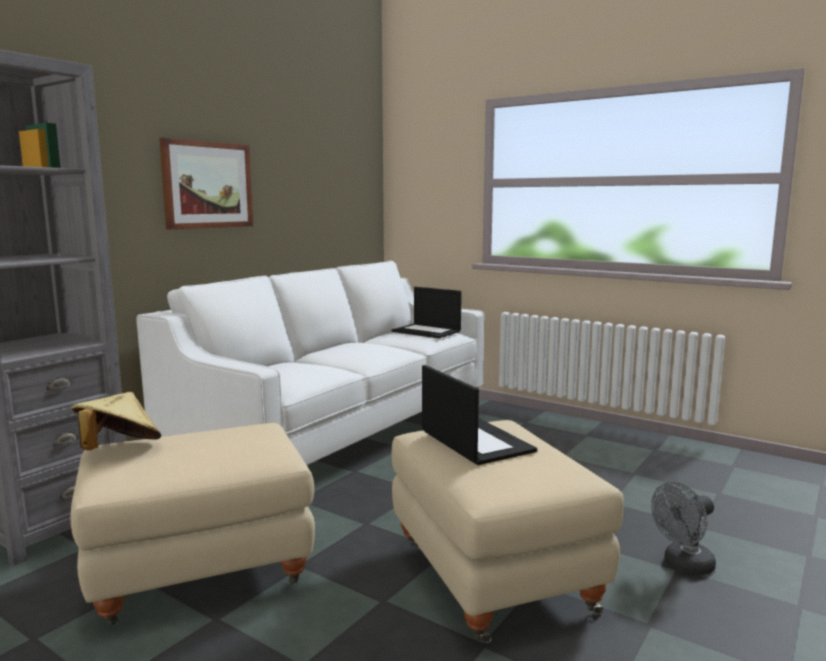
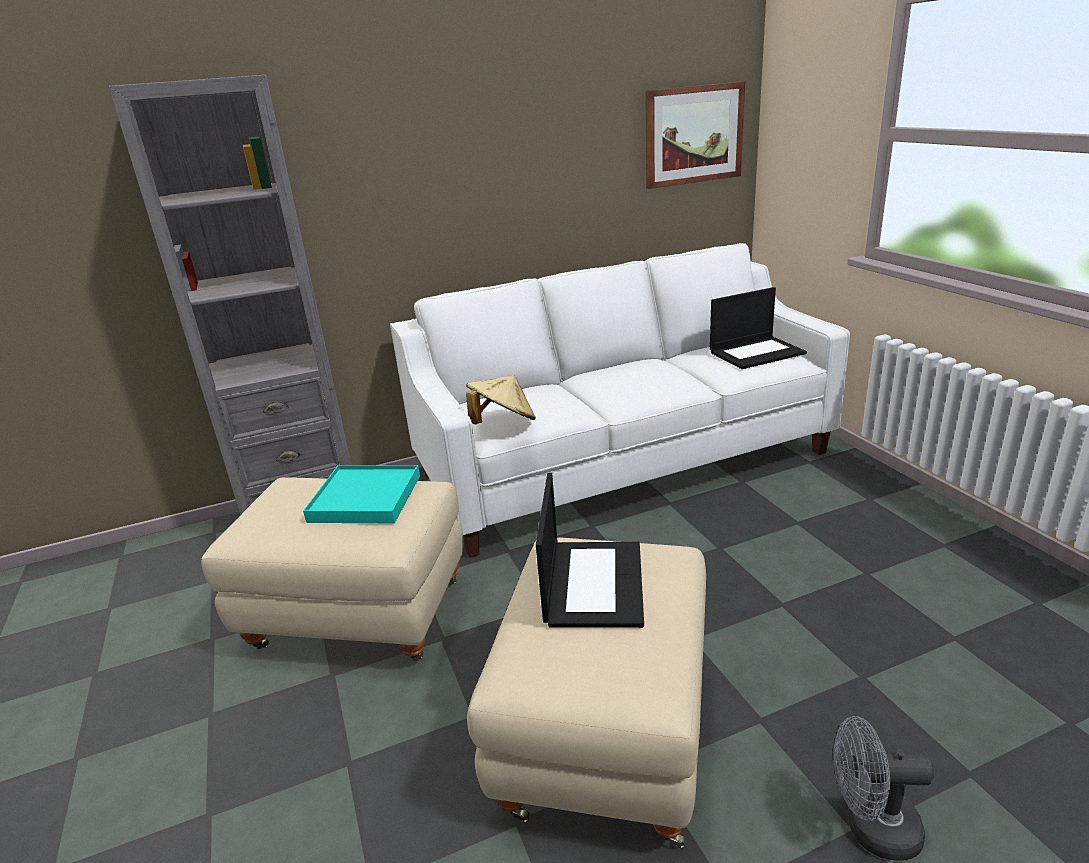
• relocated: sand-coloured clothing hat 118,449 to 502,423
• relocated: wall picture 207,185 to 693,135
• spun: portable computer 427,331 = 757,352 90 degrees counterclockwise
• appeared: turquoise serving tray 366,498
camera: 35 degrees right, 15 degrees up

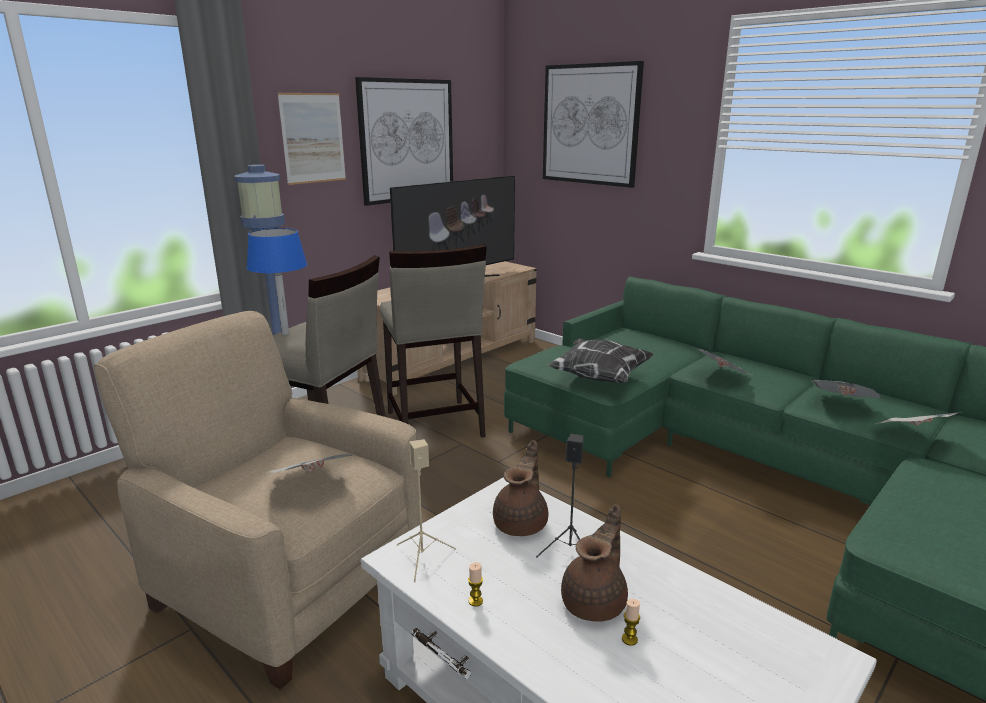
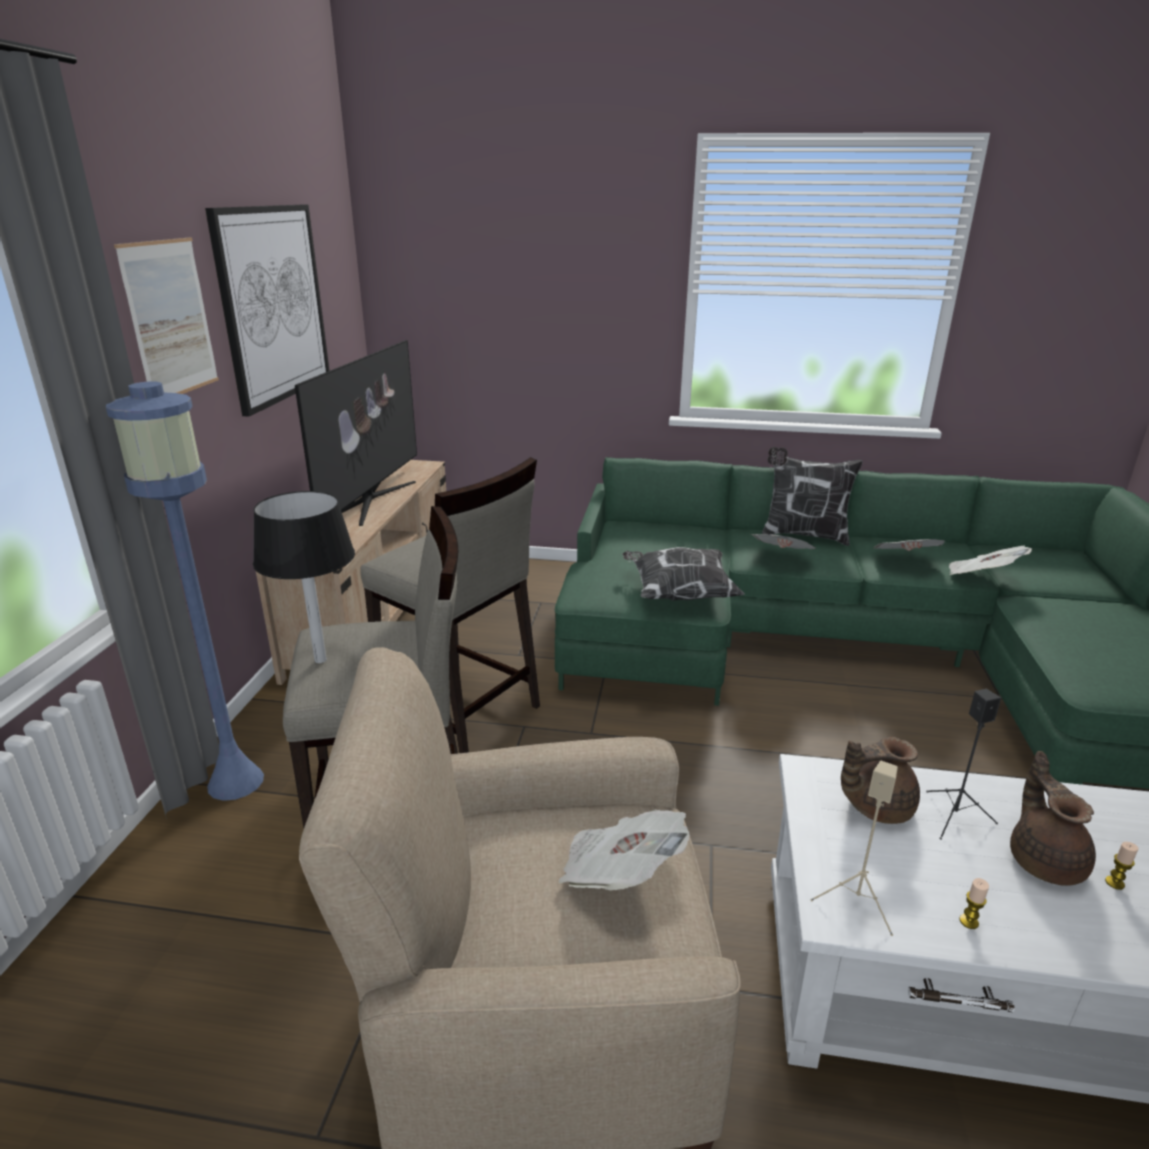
• colour: bluish tabletop lamp 285,333 to blackish tabletop lamp 321,660
• spun: brown-coloured tea pot 522,523 = 875,806 90 degrees counterclockwise
• missing: wall picture 590,125
• appeared: pillow 803,535
camera: 35 degrees left, 5 degrees up

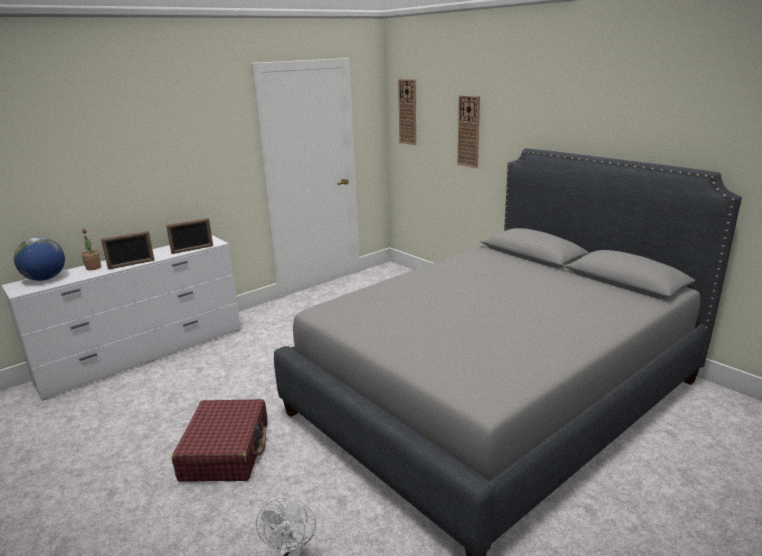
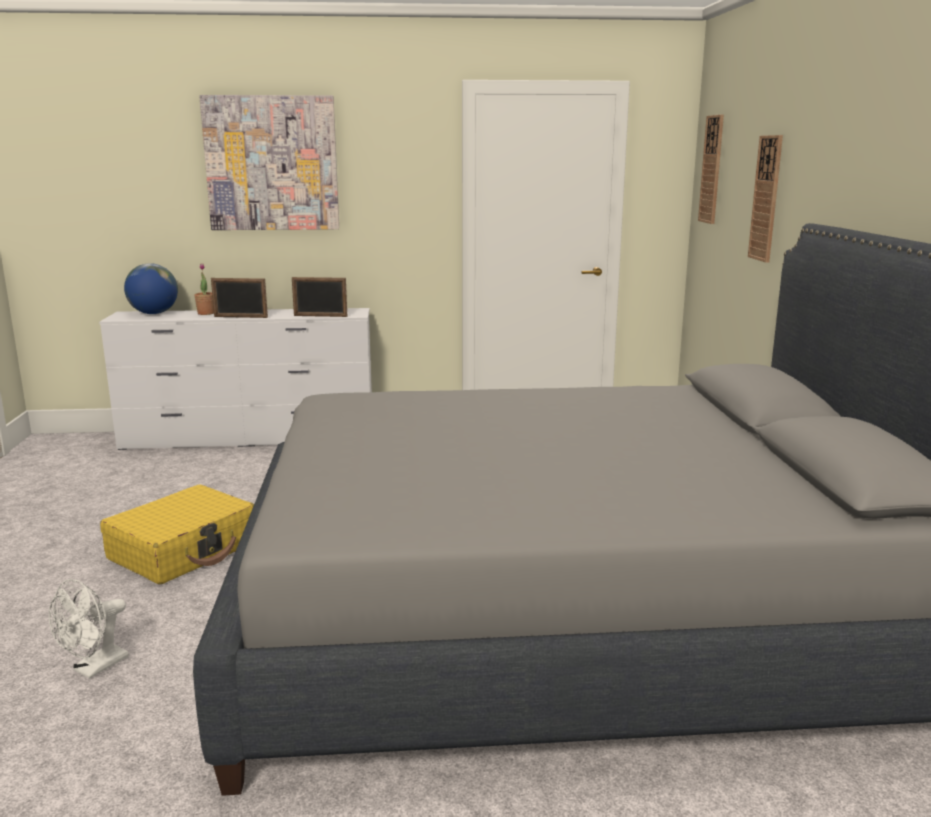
• colour: reddish piece of luggage 226,451 to yellowish piece of luggage 184,550
• appeared: wall picture 272,163
camera: 35 degrees right, 5 degrees down

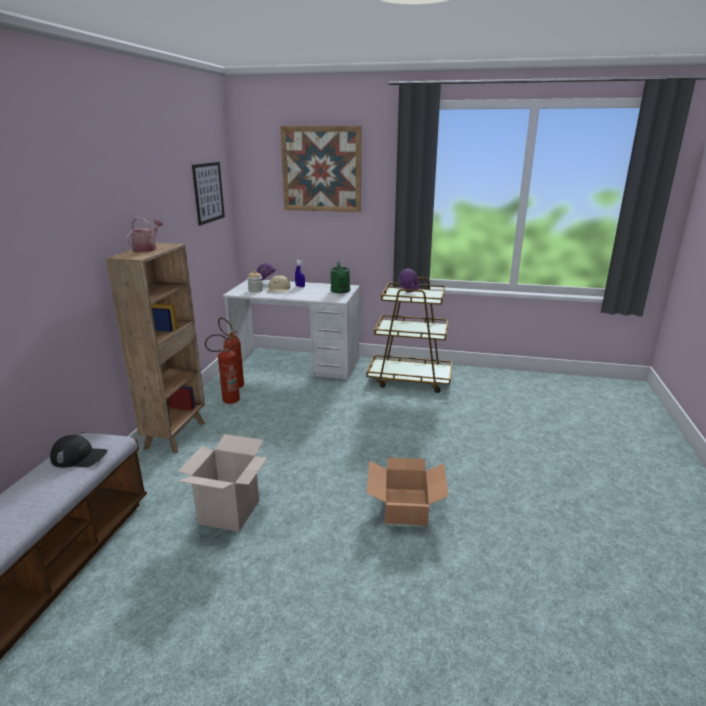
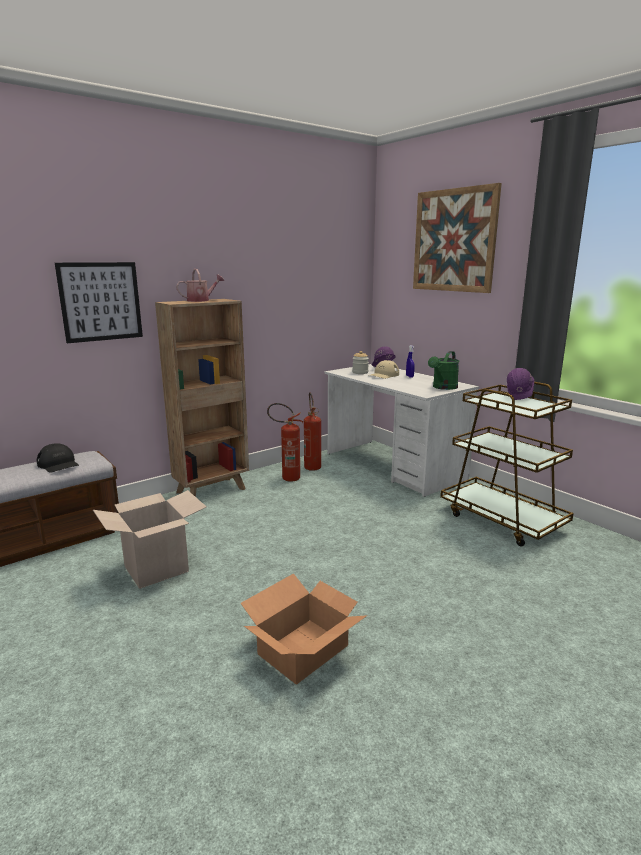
• relocated: wall picture 208,192 to 101,301
camera: 40 degrees right, 5 degrees down

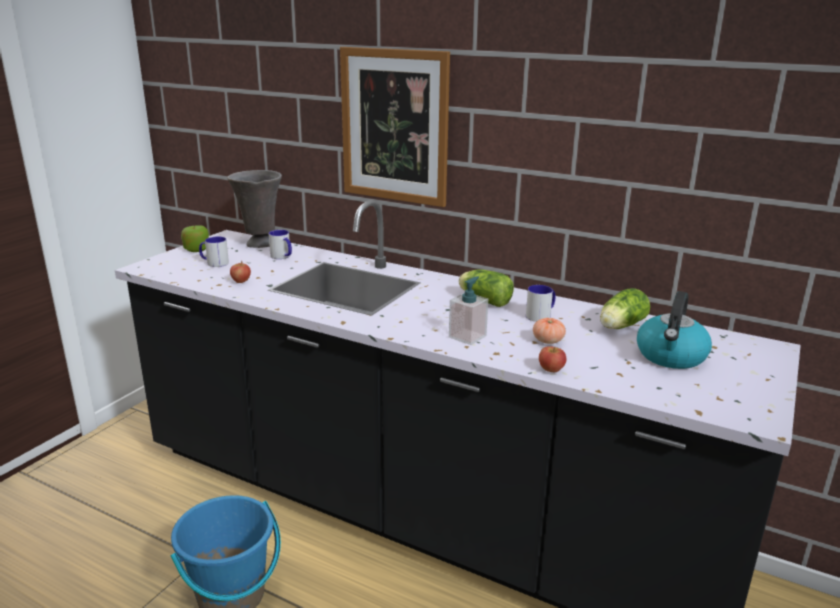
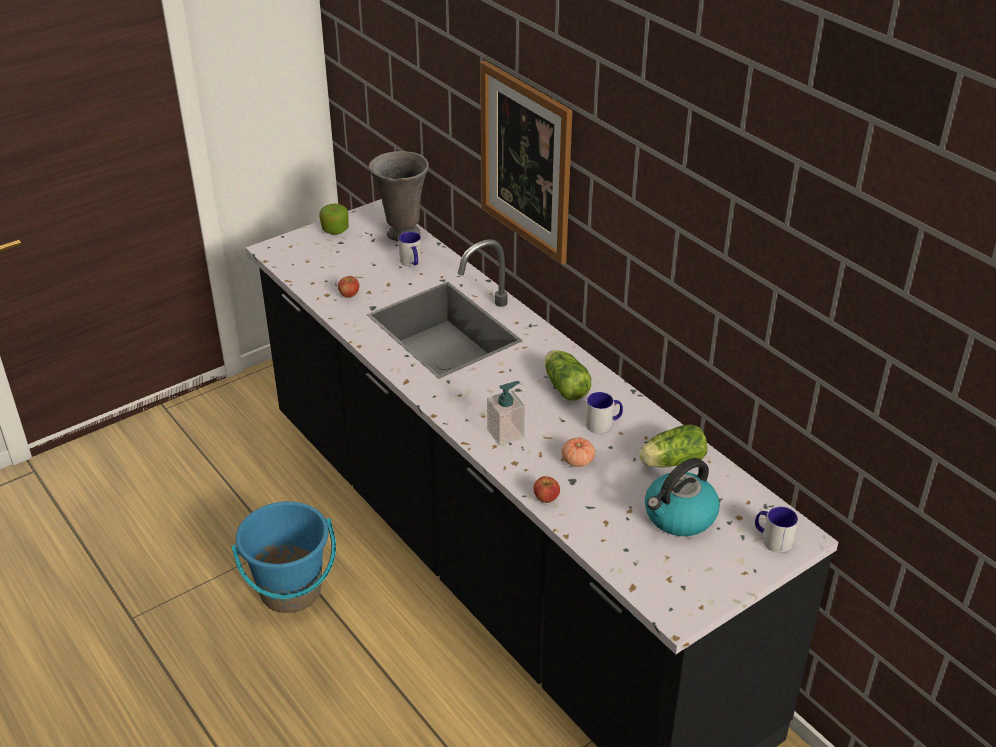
• relocated: tea mug 214,263 to 772,539
camera: 25 degrees right, 15 degrees up

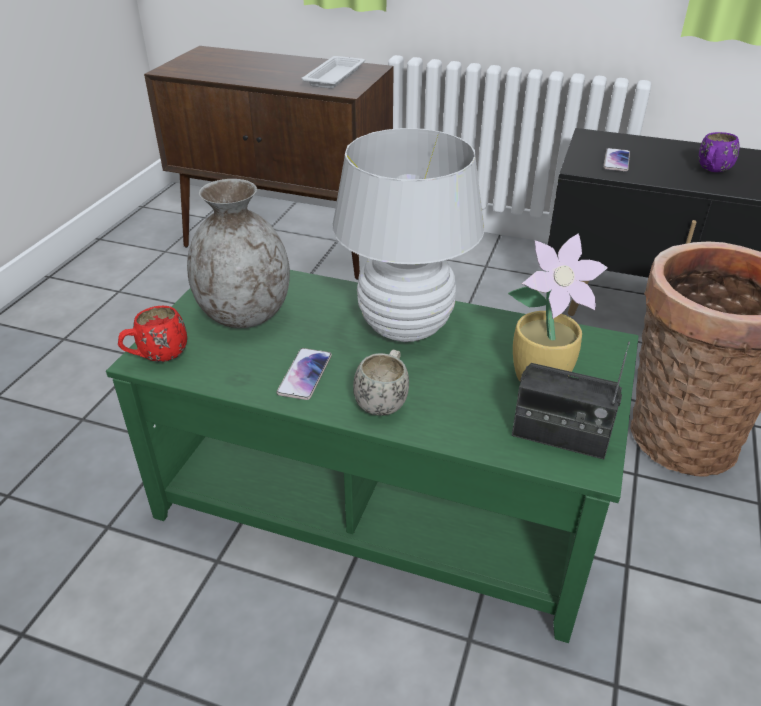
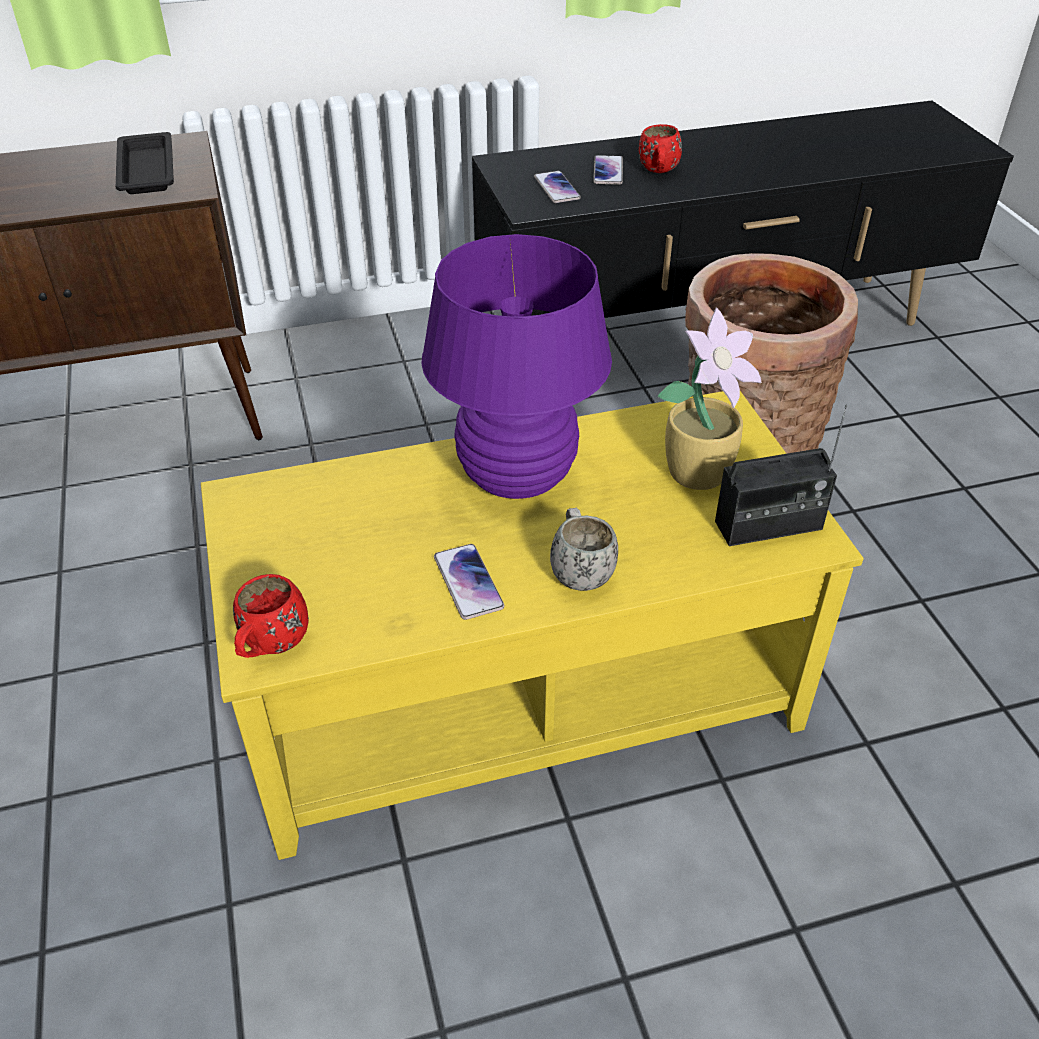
• colour: green-coloured lounge table 382,495 to yellowish lounge table 519,685
• missing: gray flower vase 244,314
• colour: white serving tray 335,76 to blackish serving tray 147,169
• colour: white tabletop lamp 405,327 to purplish tabletop lamp 517,478
• colour: purplish tea mug 711,171 to reddish tea mug 658,172
• appeared: phone 608,171
camera: 35 degrees left, 5 degrees up

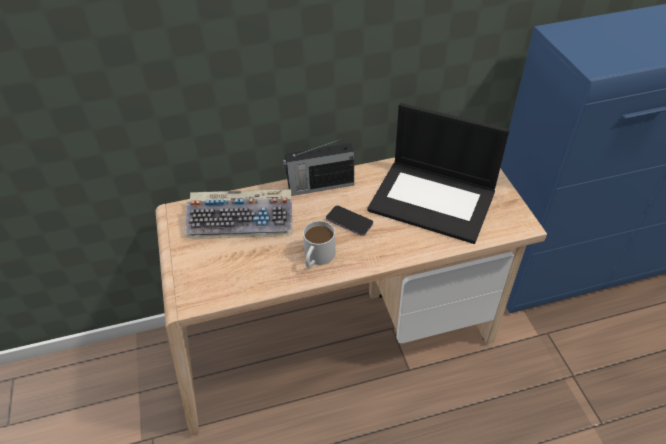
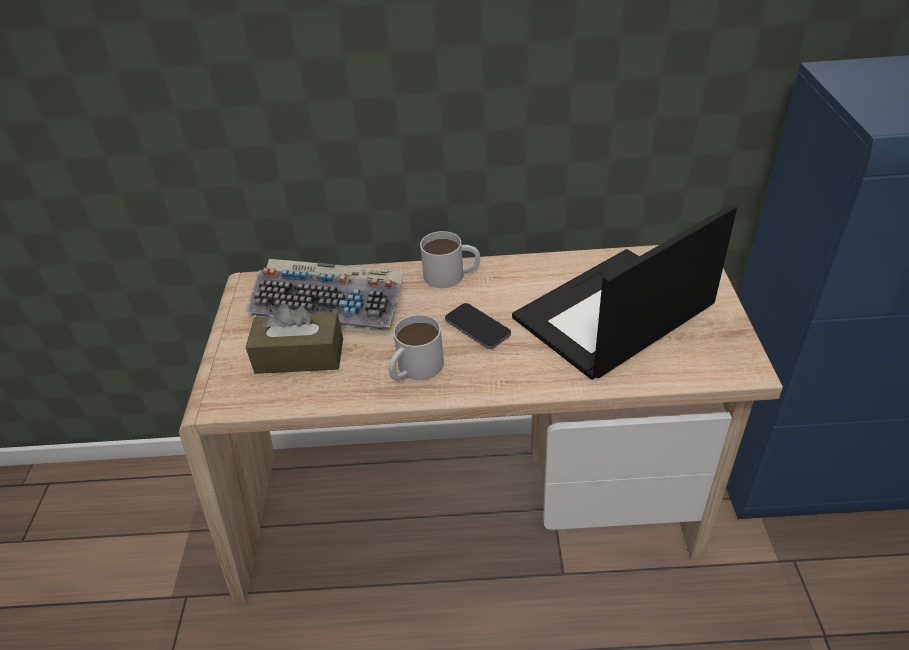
• exchanged: radio 319,186 to white tea mug 452,275
• spun: portable computer 434,200 = 613,315 105 degrees clockwise
• appeared: brown-coloured tissue box 299,356
camera: 15 degrees right, 5 degrees down

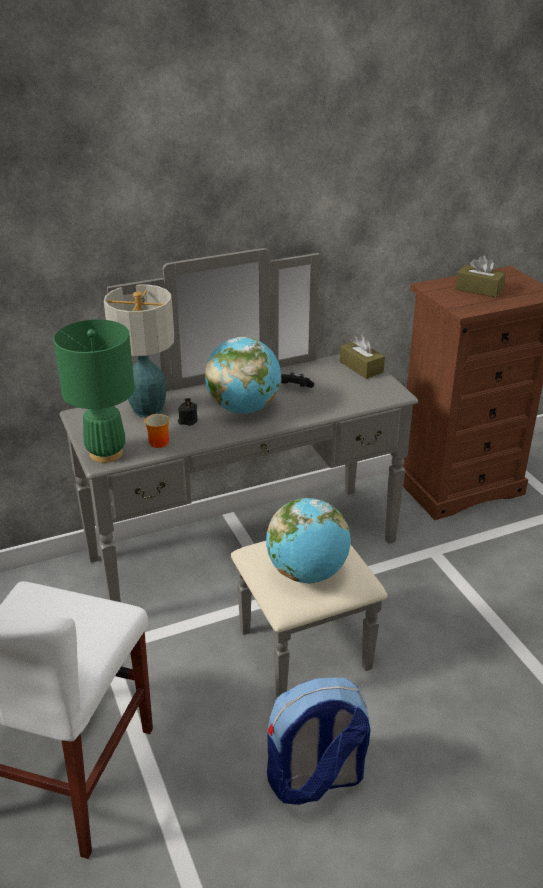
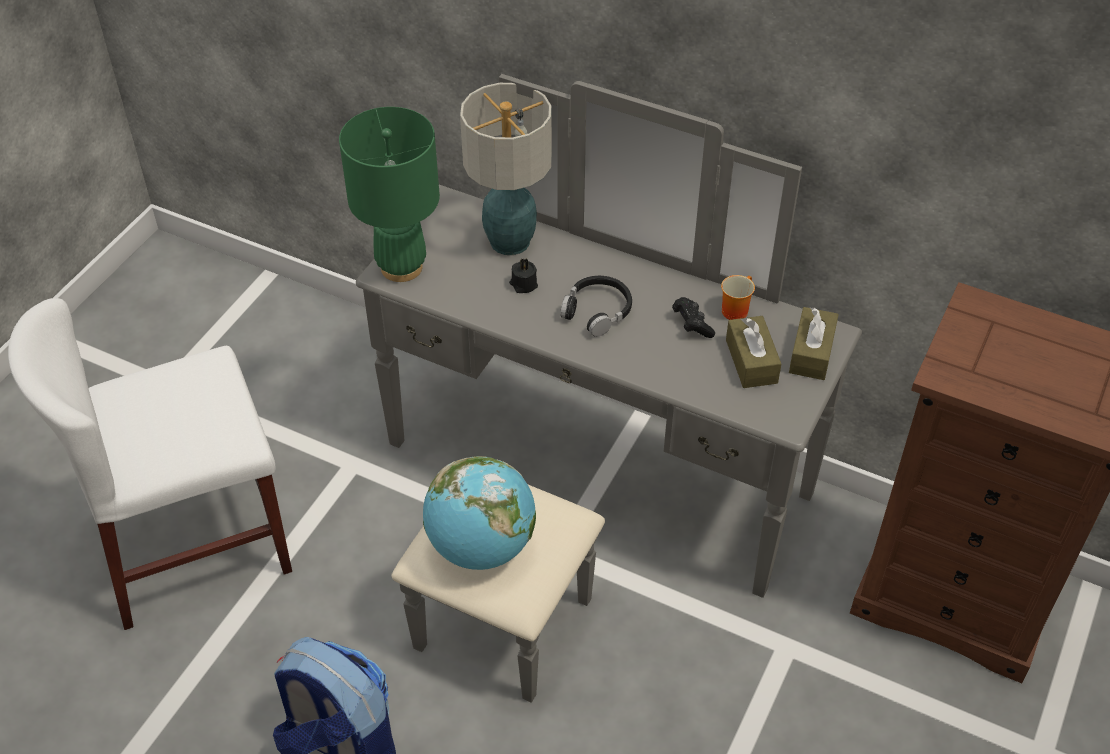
• relocated: tea mug 156,441 to 734,309
• exchanged: globe 243,408 to blackish headset 597,311
• relocated: brown-coloured tissue box 479,289 to 751,361
camera: 50 degrees right, 15 degrees up

